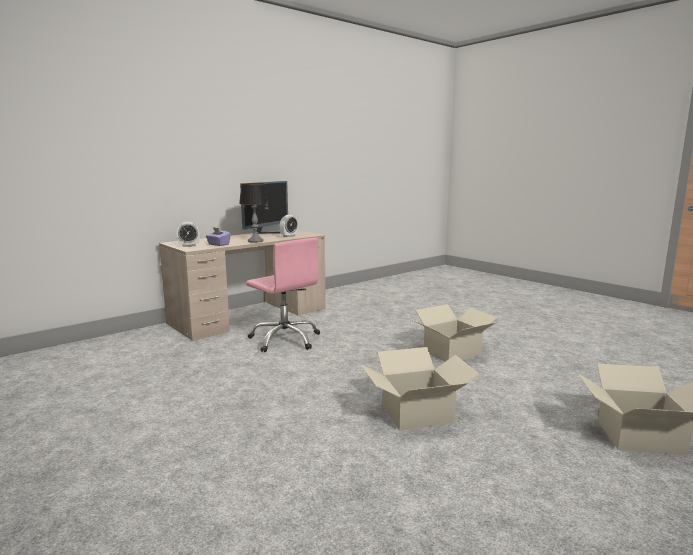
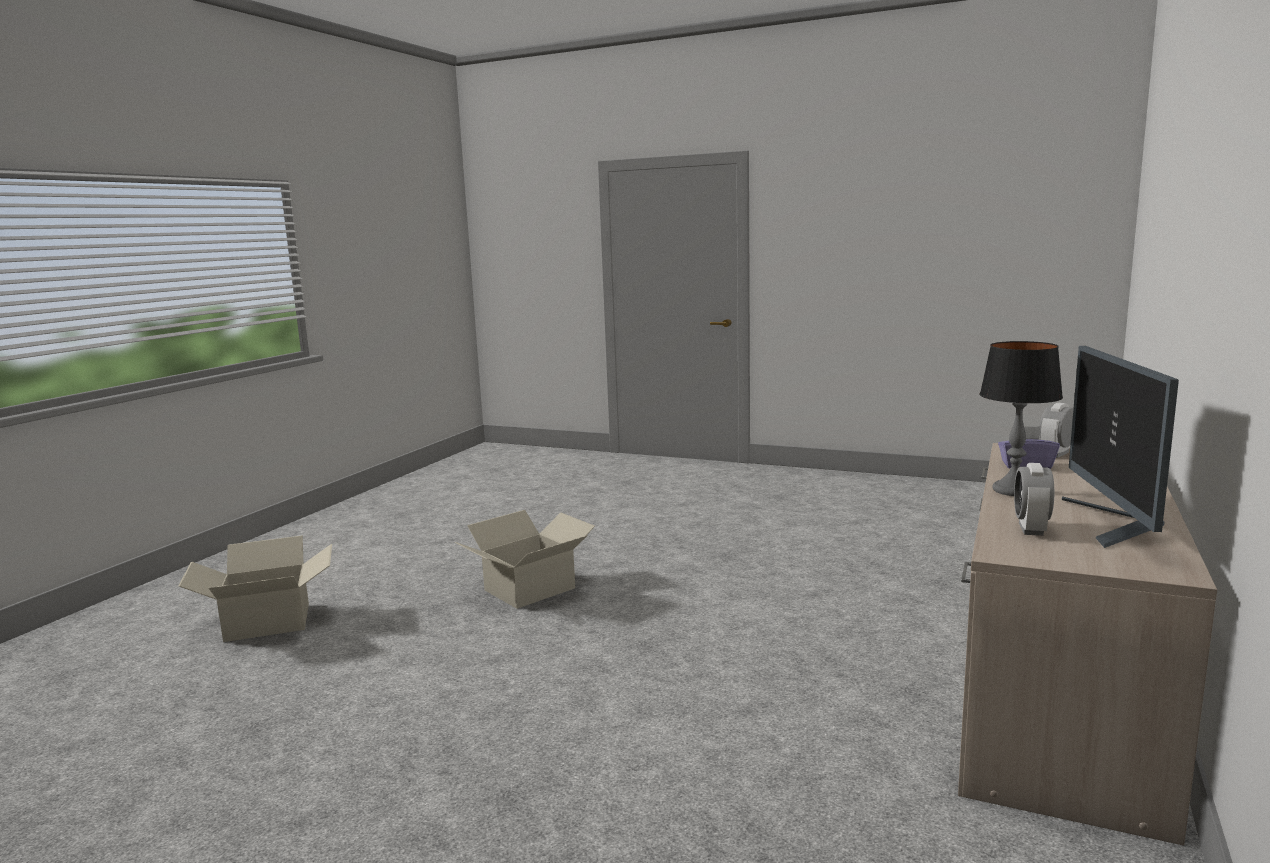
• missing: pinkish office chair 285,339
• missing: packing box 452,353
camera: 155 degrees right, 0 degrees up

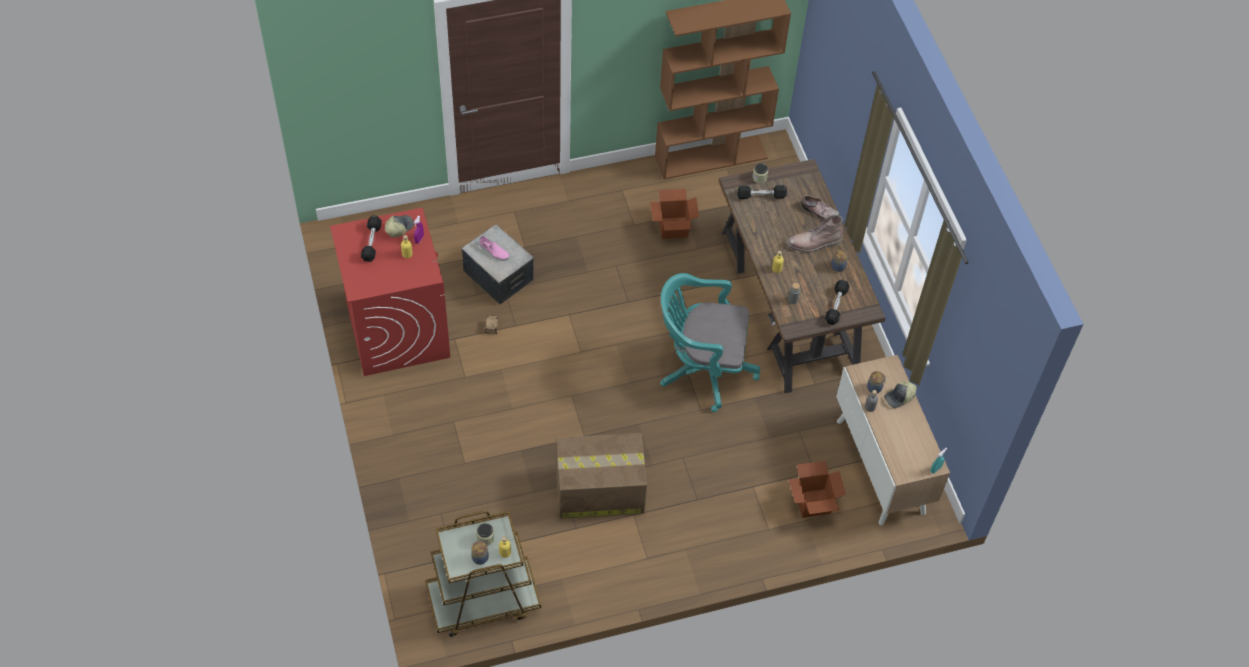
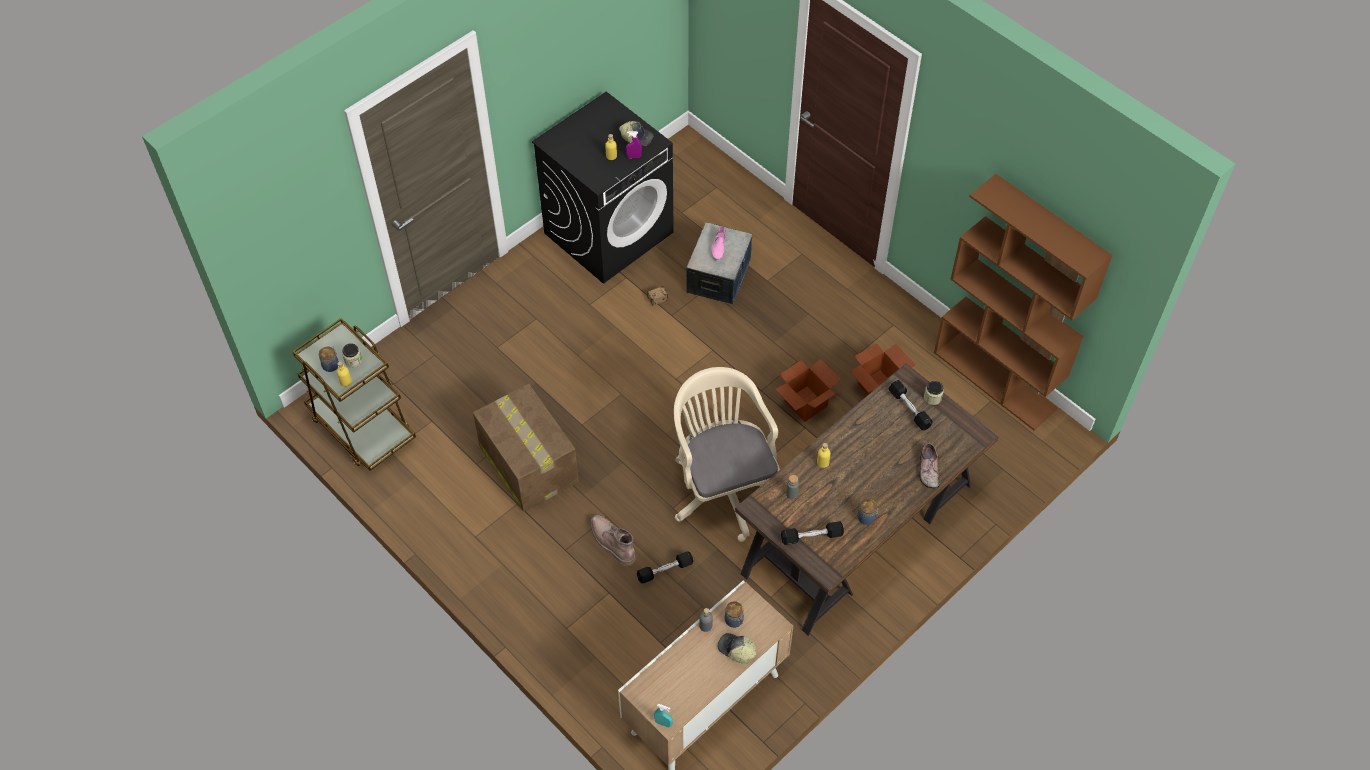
• colour: reddish washing machine 397,329 to blackish washing machine 609,232
• relocated: blackish dumbbell 371,242 to 665,570
• colour: turquoise office chair 701,368 to sand-coloured office chair 723,487
• relocated: brown-coloured high-top boot 814,243 to 611,542
• relocated: packing box 813,503 to 806,404
camera: 65 degrees right, 0 degrees up

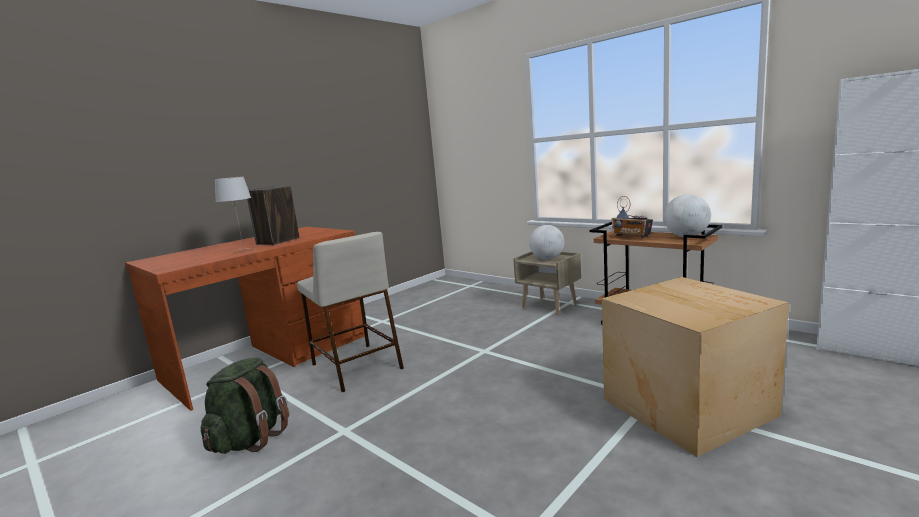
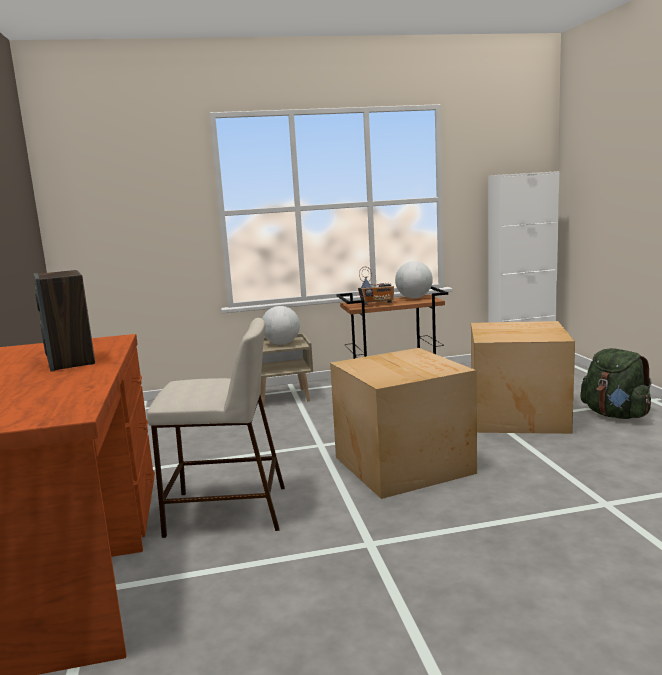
• relocated: green-coloured rucksack 251,439 to 615,415
• missing: gray tabletop lamp 244,251
• appeared: packing box 404,464
camera: 55 degrees left, 0 degrees up

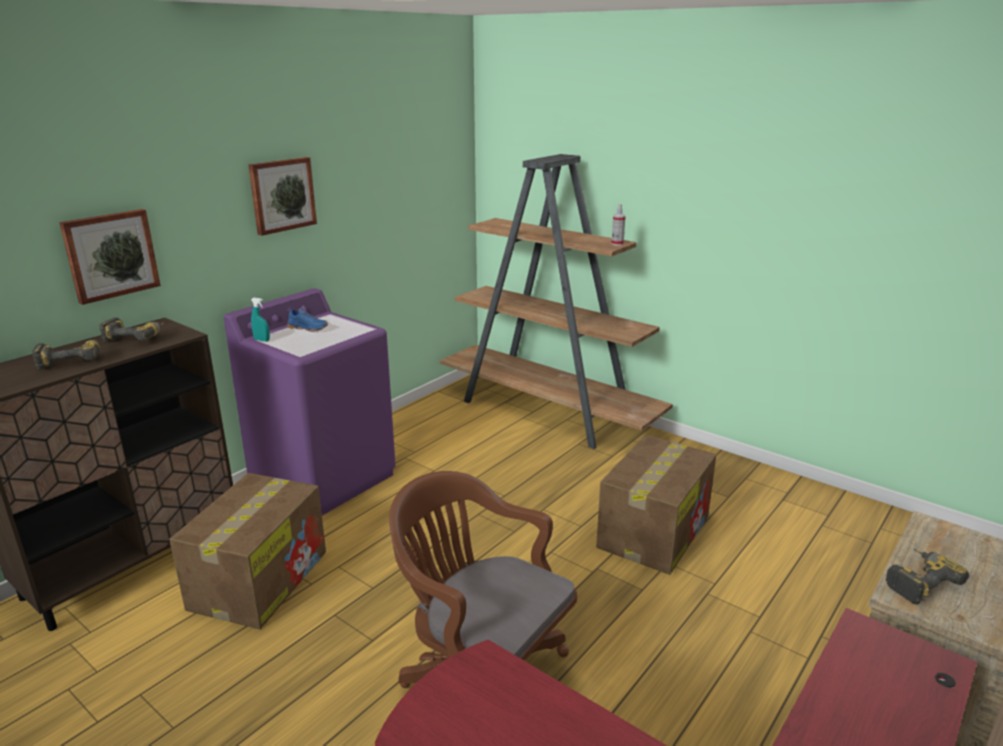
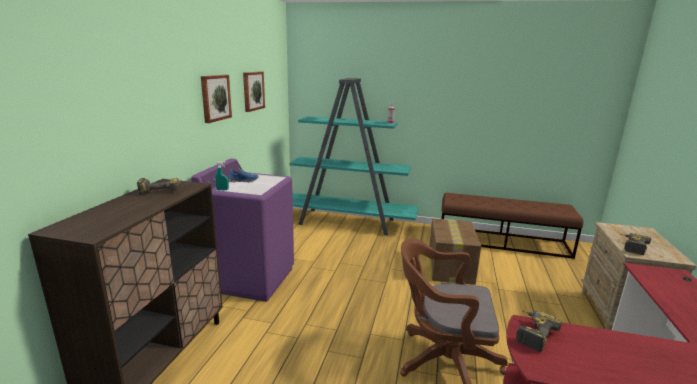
• relocated: drill 72,360 to 532,333
• relocated: wall picture 111,255 to 253,91
• missing: packing box 260,578
• colour: brown-coloured shelving unit 548,412 to turquoise shelving unit 348,222
• appeared: brown-coloured indoor bench 502,241
camera: 25 degrees left, 5 degrees down

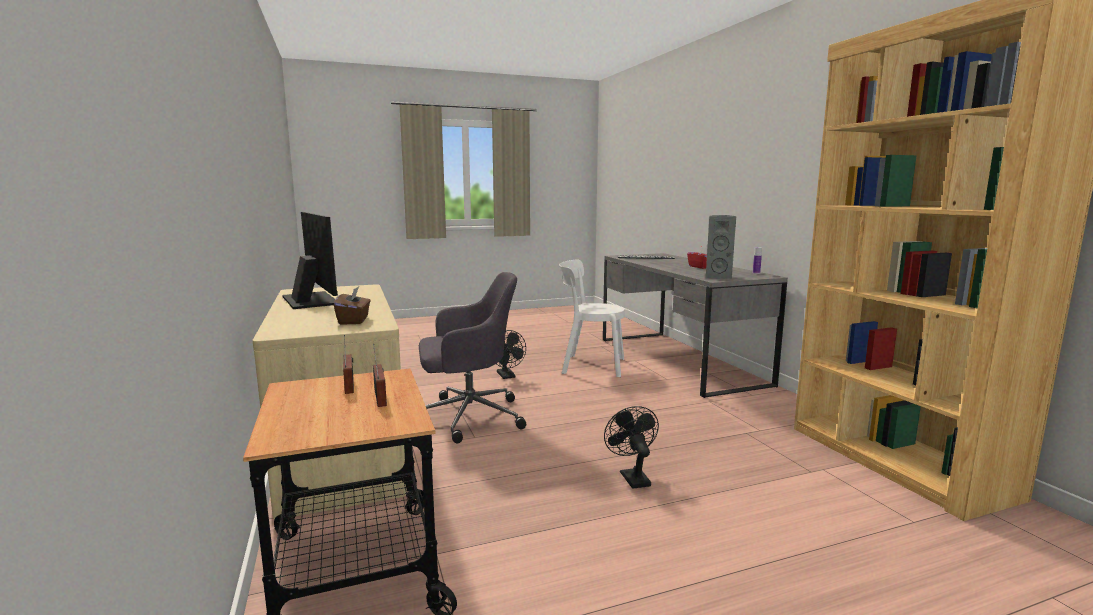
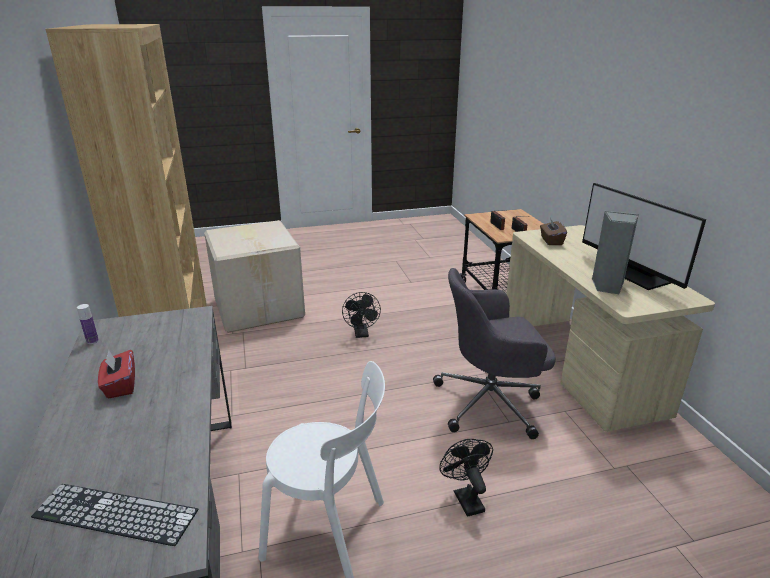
• relocated: gray audio speaker 718,276 to 607,286
• appeared: packing box 259,307
camera: 175 degrees left, 15 degrees up

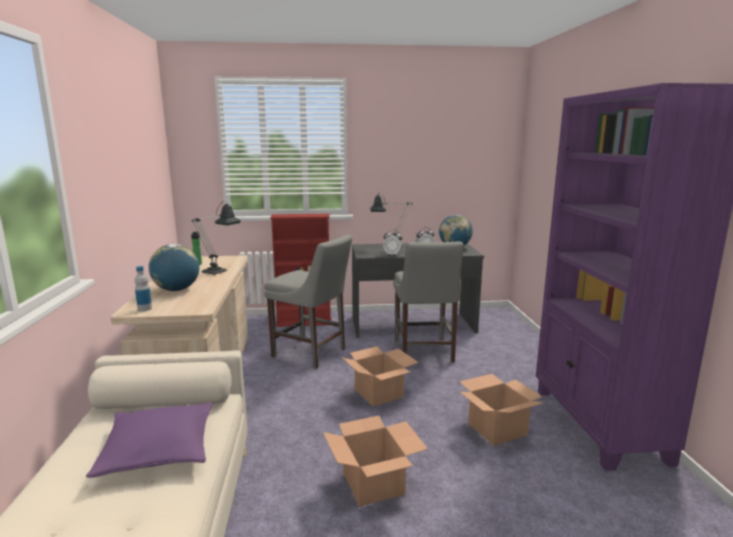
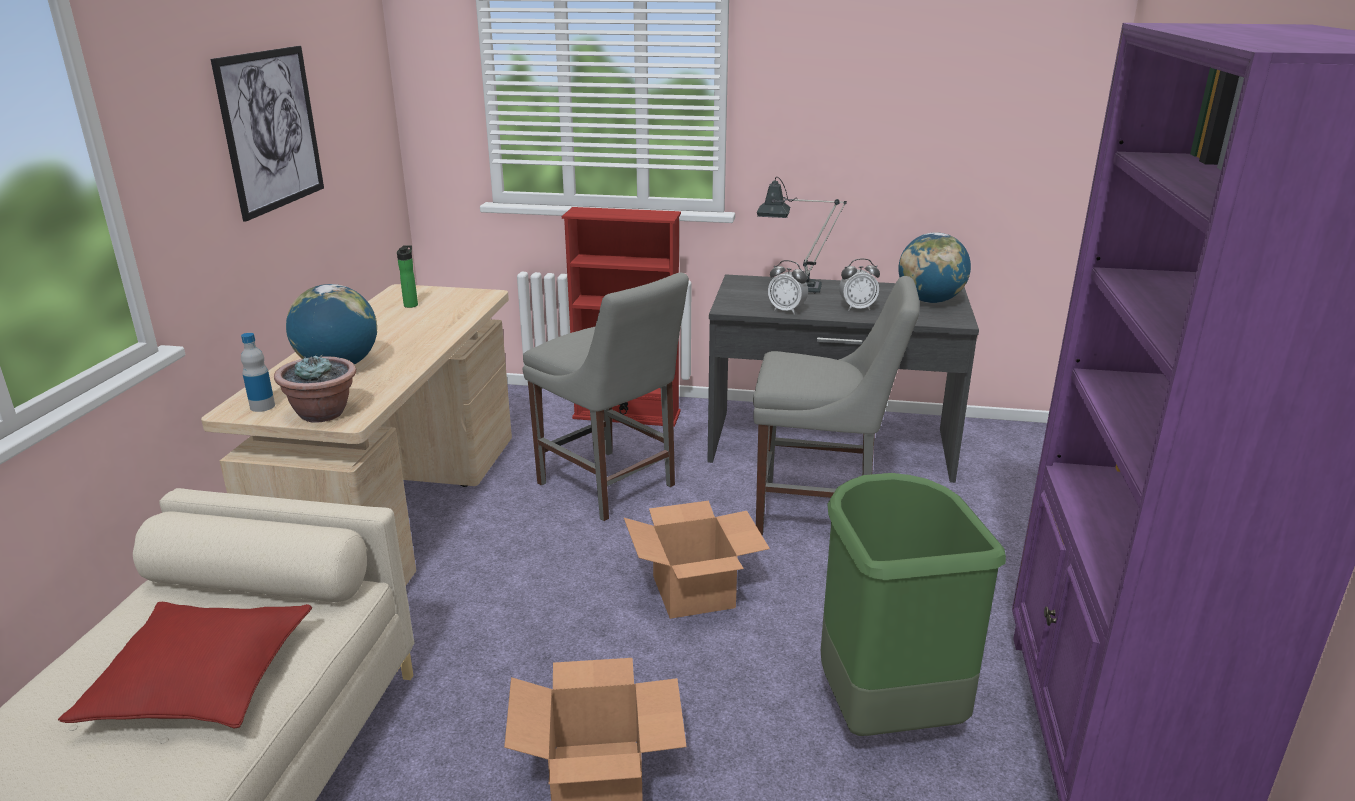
• colour: purplish pillow 158,449 to reddish pillow 201,680
• missing: tabletop lamp 218,271
• spun: gray plain chair 423,353 = 821,514 90 degrees counterclockwise
• exchanged: packing box 497,429 to green-coloured waste bin 883,712
• appeared: wall picture 271,130
• appeared: houseplant 323,413
camera: 15 degrees right, 10 degrees up

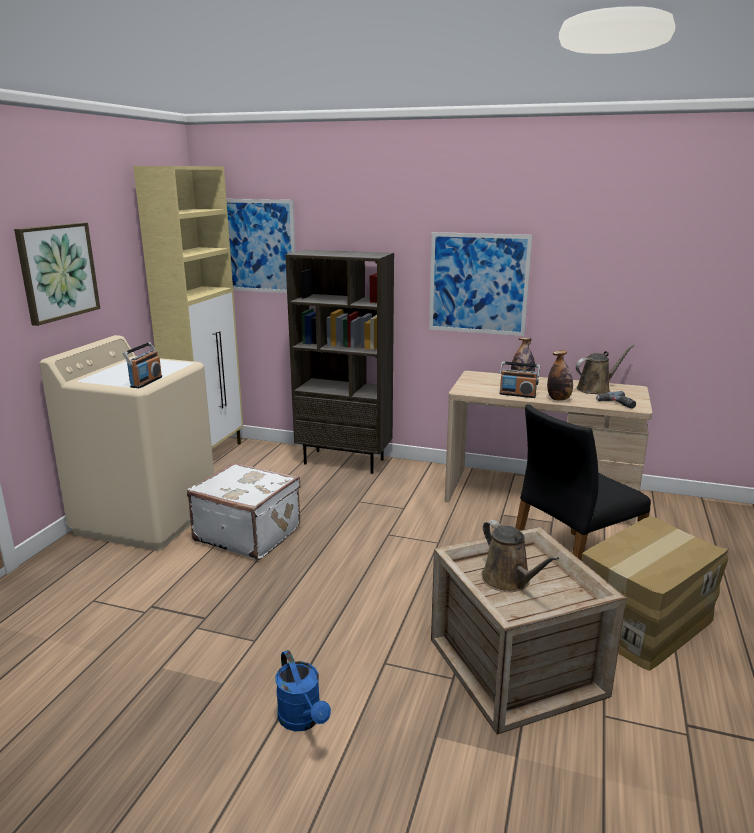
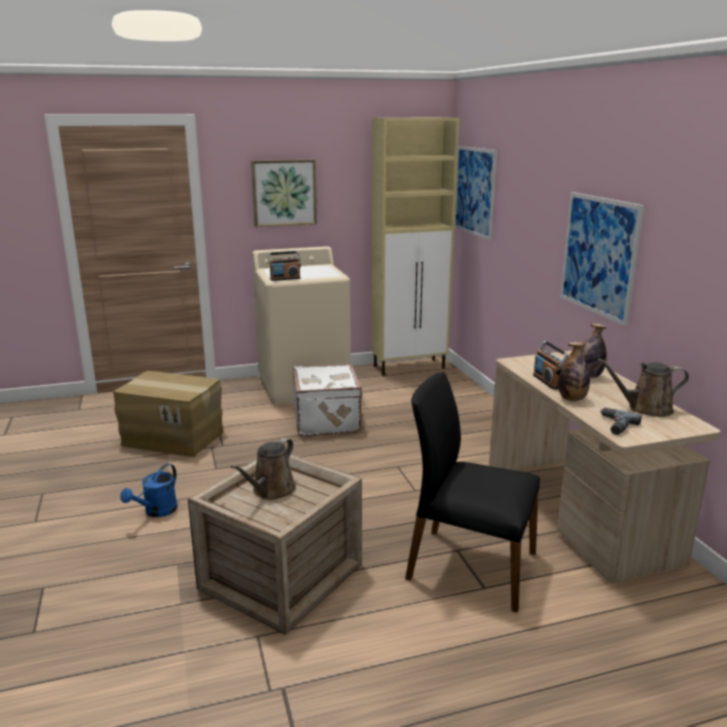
• missing: brown-coloured shelving unit 345,461
• spun: brown-coloured watering pot 596,389 = 645,409 150 degrees clockwise
• relocated: packing box 642,621 to 173,438
camera: 55 degrees right, 0 degrees up

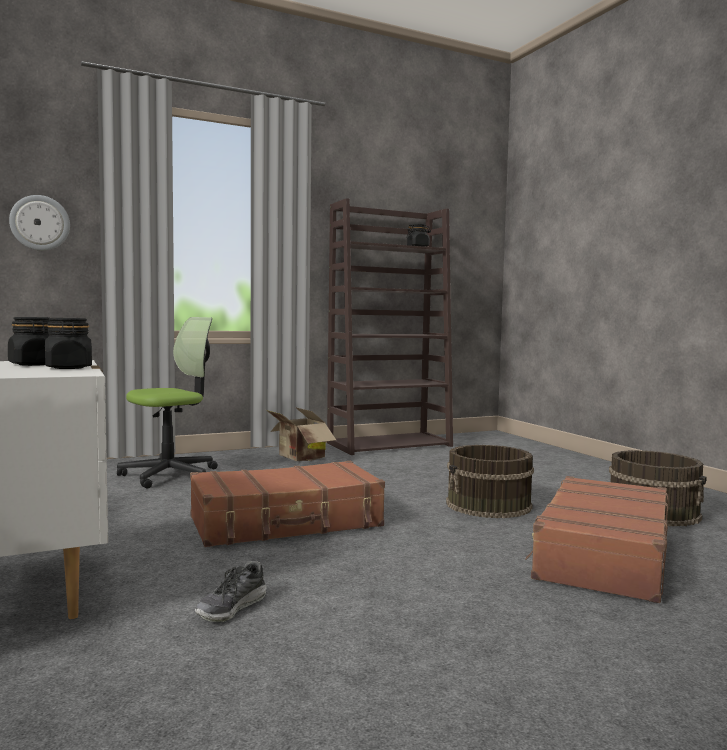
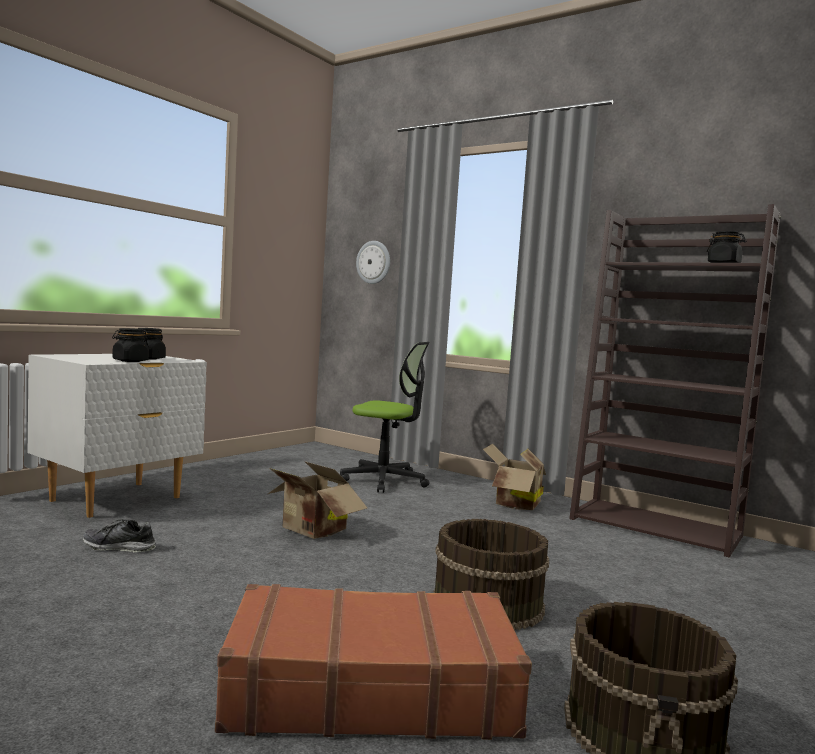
• exchanged: brown-coloured piece of luggage 286,522 to packing box 311,531
camera: 60 degrees right, 0 degrees up

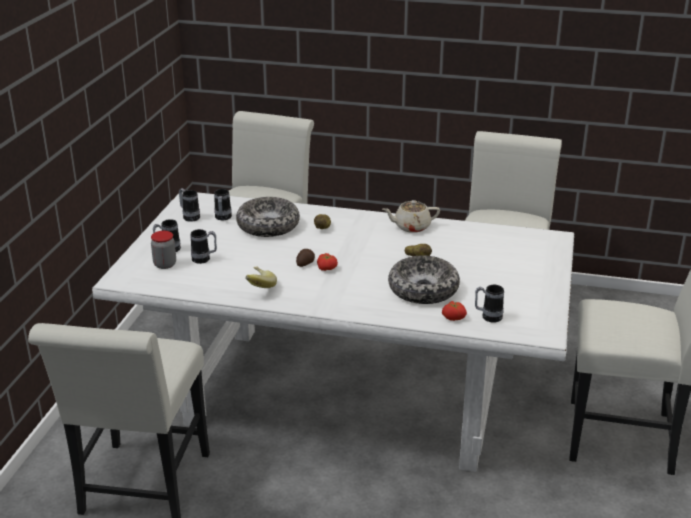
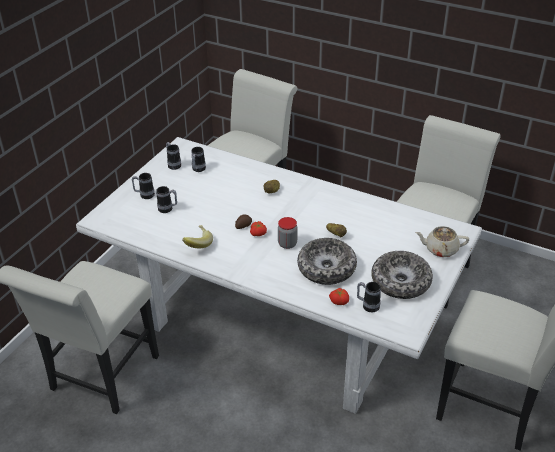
• relocated: storage jar 165,264 to 287,244
• relocated: serving bowl 268,226 to 400,281
• relocated: sand-coloured tea pot 411,227 to 440,249
camera: 15 degrees right, 10 degrees up

